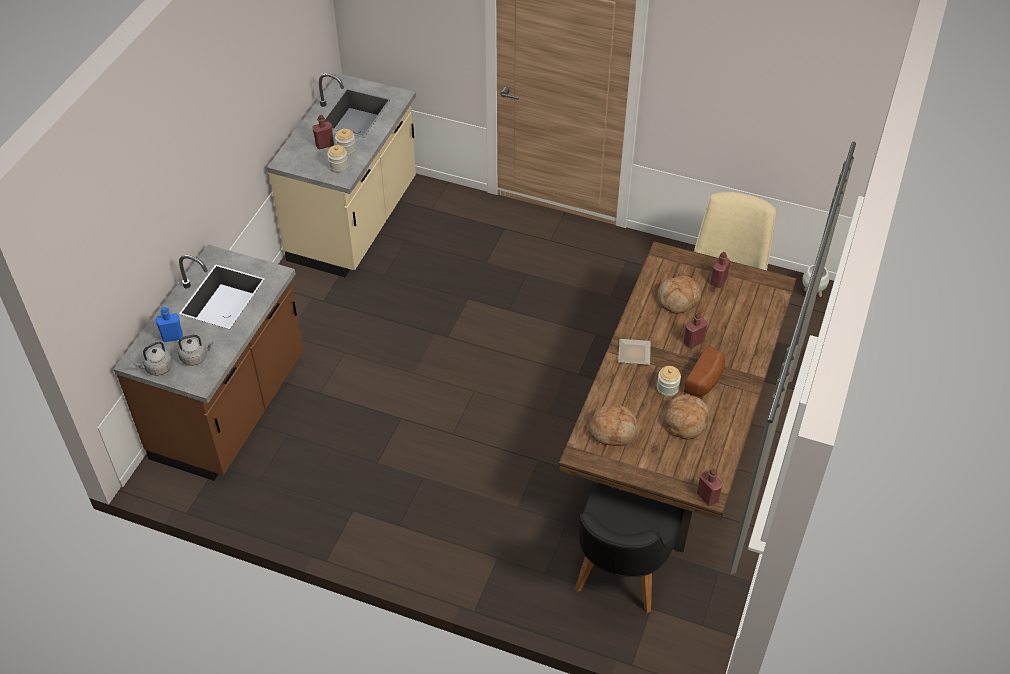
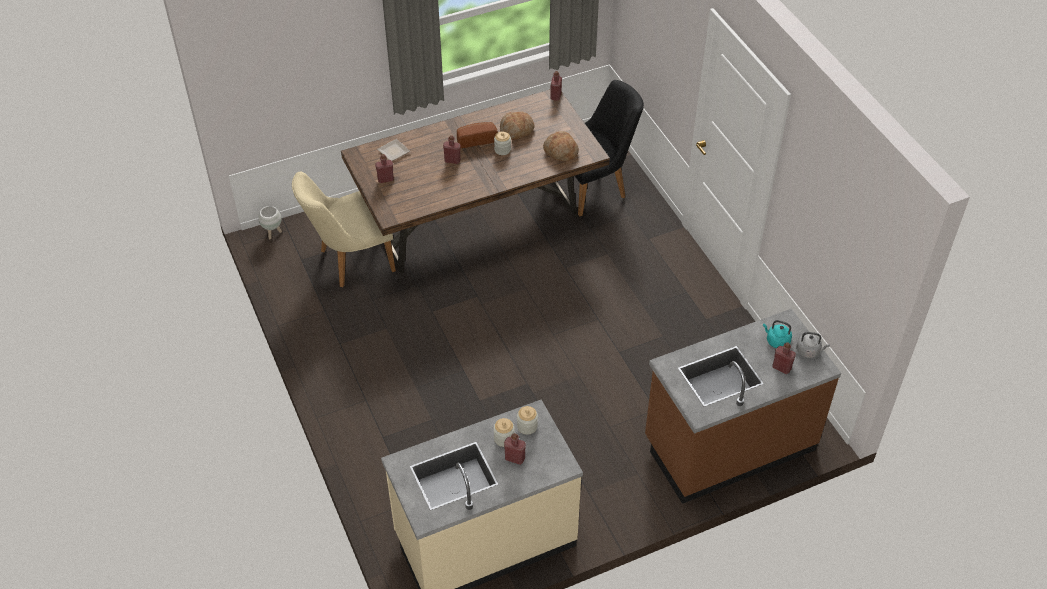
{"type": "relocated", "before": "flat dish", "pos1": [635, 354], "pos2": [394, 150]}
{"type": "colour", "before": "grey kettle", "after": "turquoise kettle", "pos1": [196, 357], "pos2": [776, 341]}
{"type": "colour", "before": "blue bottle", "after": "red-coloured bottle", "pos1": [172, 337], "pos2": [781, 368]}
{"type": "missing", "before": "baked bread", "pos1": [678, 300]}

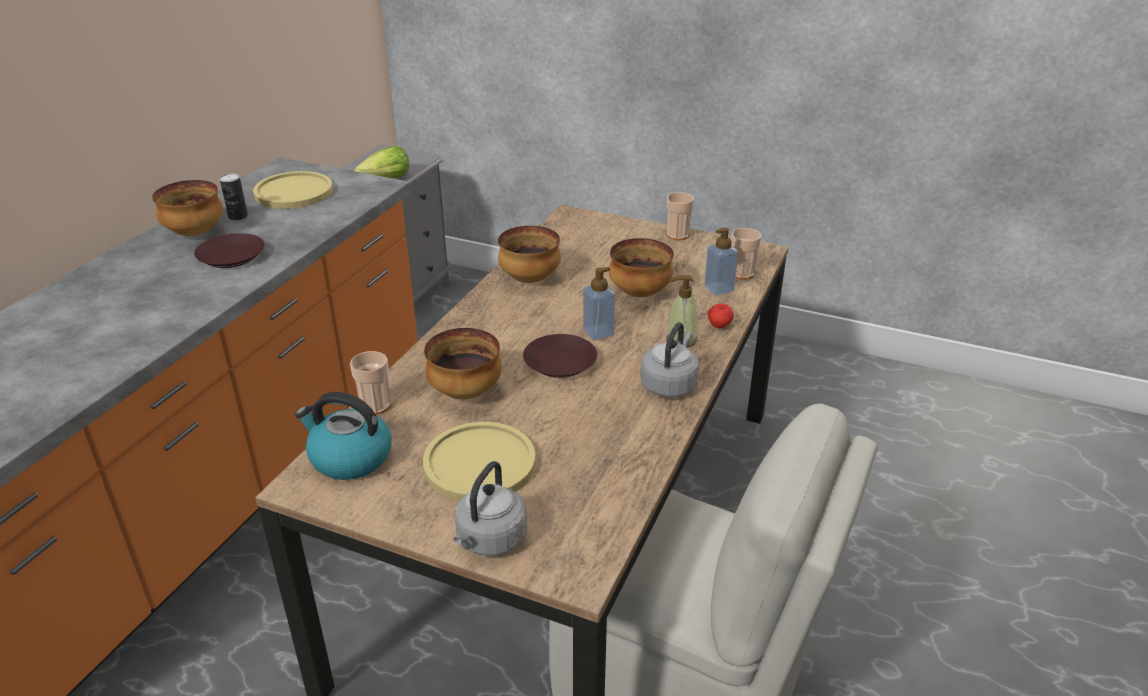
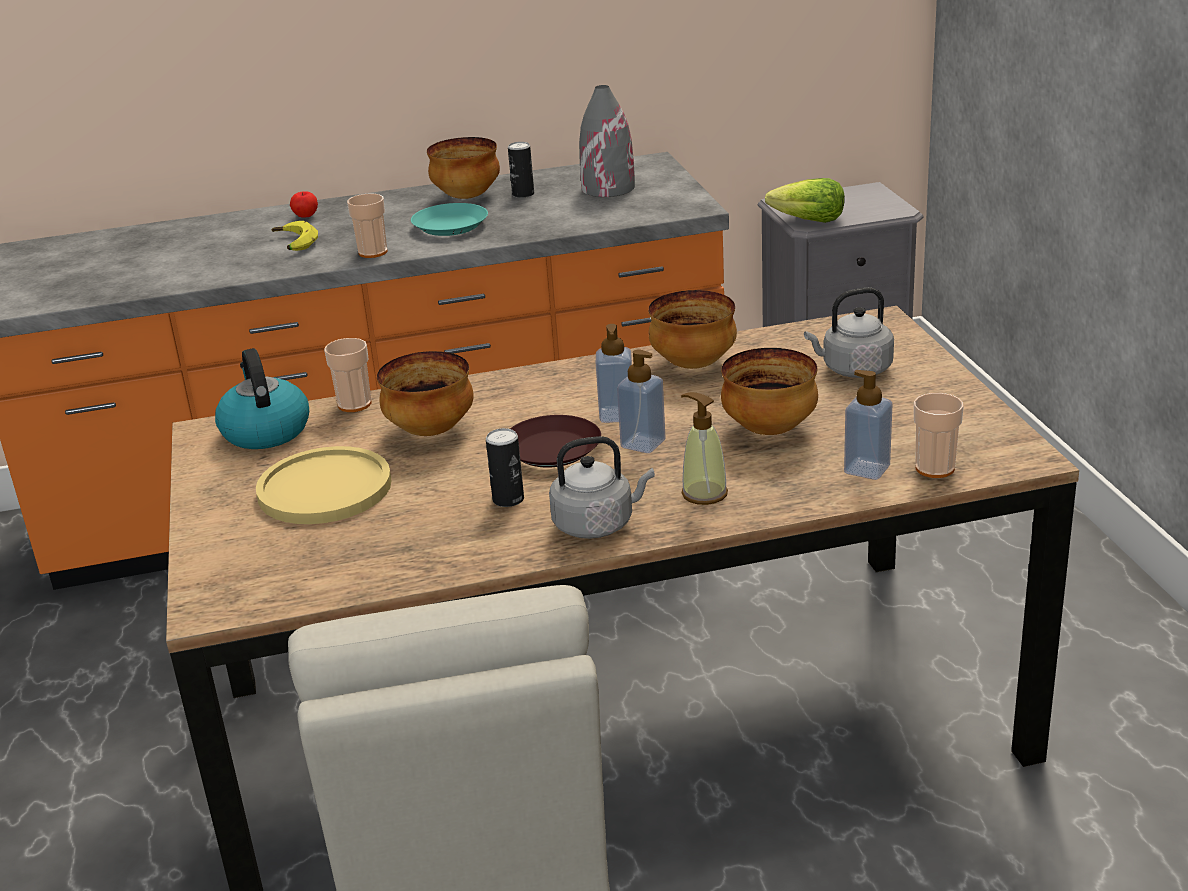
{"type": "appeared", "after": "banana fruit", "pos2": [292, 244]}
{"type": "relocated", "before": "apple", "pos1": [719, 326], "pos2": [305, 216]}
{"type": "relocated", "before": "drinking cup", "pos1": [677, 235], "pos2": [373, 252]}
{"type": "colour", "before": "brown-coloured flat dish", "after": "turquoise flat dish", "pos1": [231, 256], "pos2": [450, 225]}
{"type": "appeared", "after": "metal can", "pos2": [508, 499]}
{"type": "exchanged", "before": "yellow flat dish", "after": "grey flower vase", "pos1": [294, 192], "pos2": [608, 188]}
{"type": "appeared", "after": "liquid soap bottle", "pos2": [617, 415]}
{"type": "relocated", "before": "grey kettle", "pos1": [490, 540], "pos2": [853, 370]}

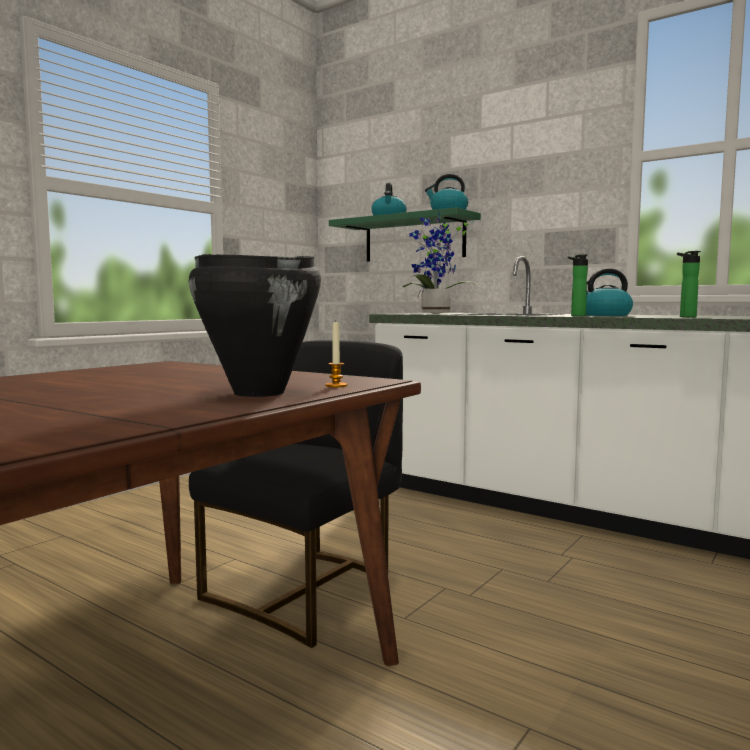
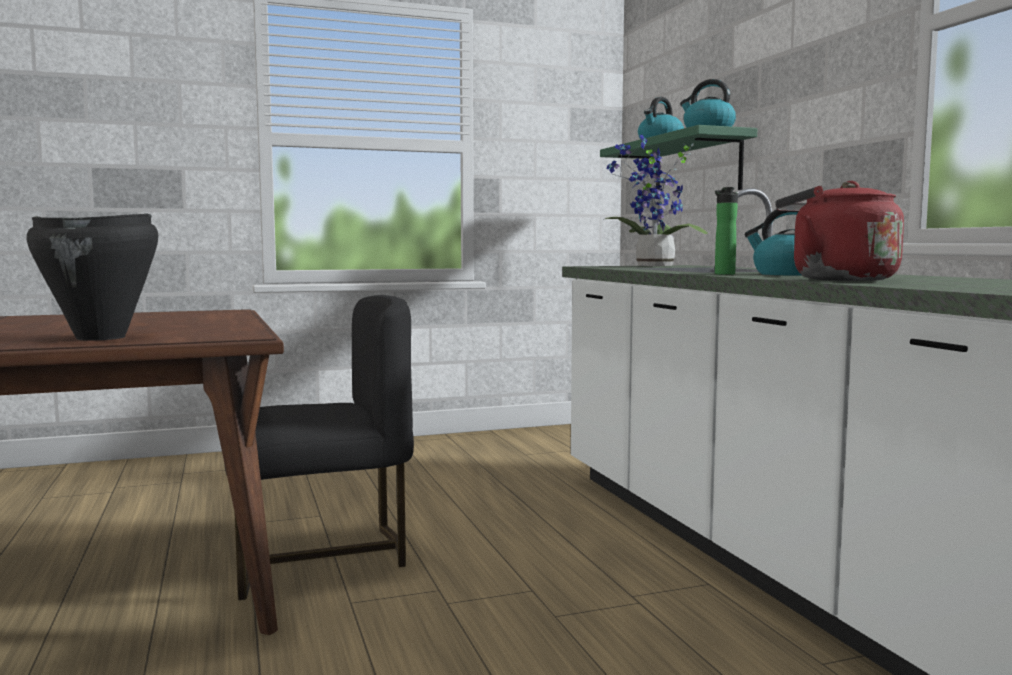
{"type": "exchanged", "before": "bottle", "after": "red-coloured kettle", "pos1": [685, 317], "pos2": [837, 279]}
{"type": "missing", "before": "candle", "pos1": [336, 385]}

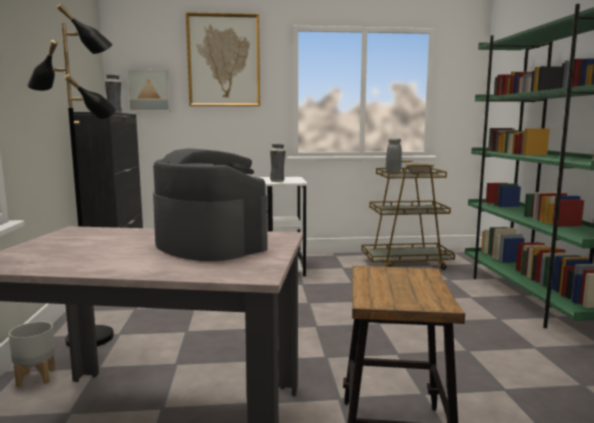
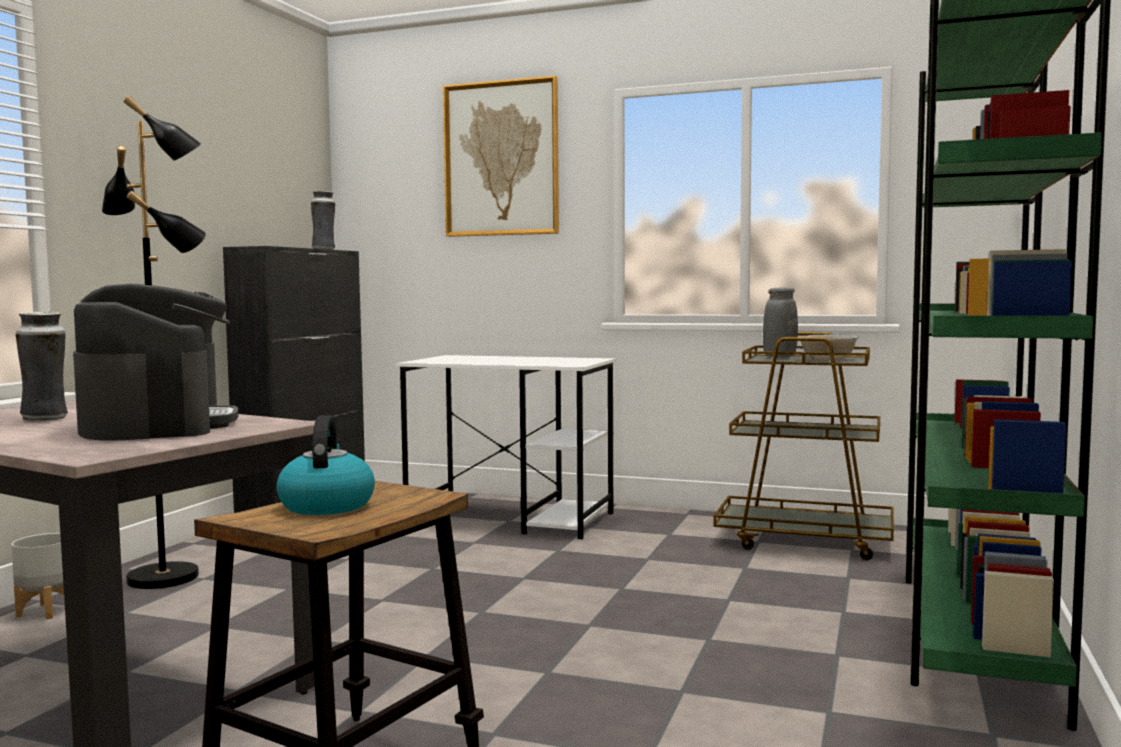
{"type": "relocated", "before": "flower vase", "pos1": [277, 181], "pos2": [45, 419]}
{"type": "appeared", "after": "kettle", "pos2": [326, 505]}
{"type": "missing", "before": "picture", "pos1": [149, 90]}

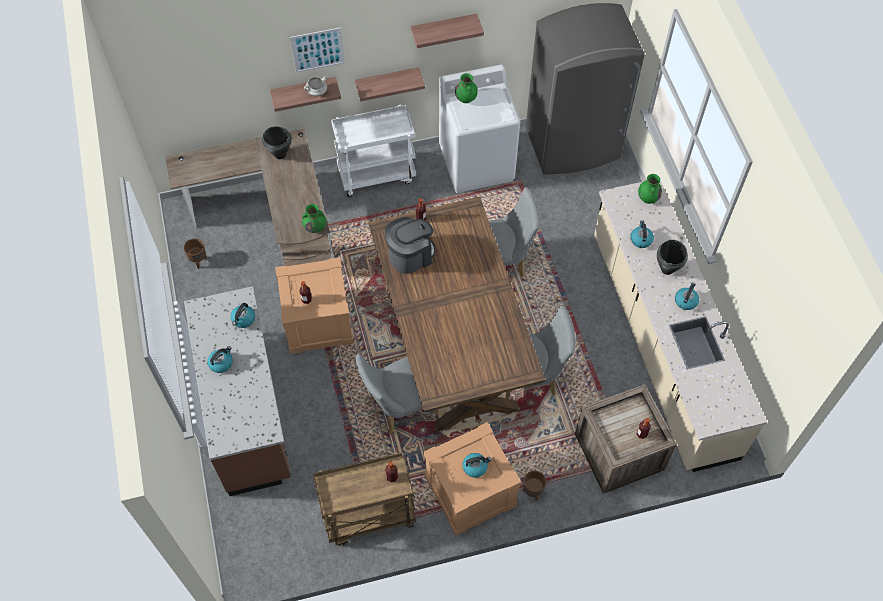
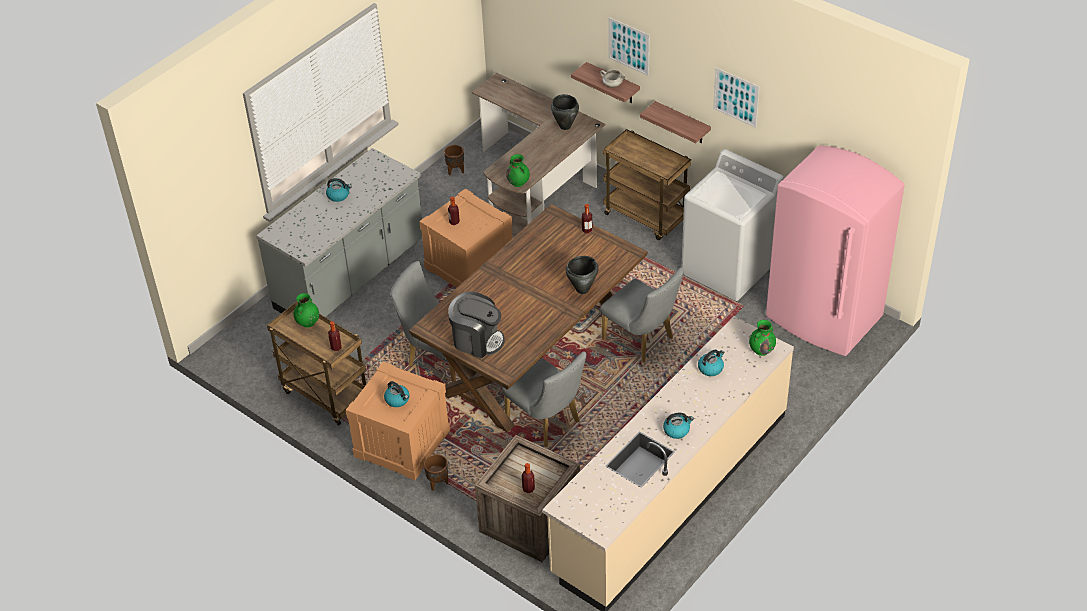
{"type": "colour", "before": "brown-coloured counter", "after": "grey counter", "pos1": [248, 413], "pos2": [351, 276]}
{"type": "relocated", "before": "green-coloured flower vase", "pos1": [466, 99], "pos2": [308, 323]}
{"type": "relocated", "before": "coffee brewer", "pos1": [410, 255], "pos2": [477, 340]}
{"type": "relocated", "before": "black-coloured cooking pot", "pos1": [667, 269], "pos2": [582, 289]}
{"type": "colour", "before": "white cart", "after": "brown-coloured cart", "pos1": [377, 174], "pos2": [646, 217]}
{"type": "exchanged", "before": "bracket shelf", "after": "picture", "pos1": [443, 29], "pos2": [736, 97]}
{"type": "colour", "before": "grey kitchen fridge", "after": "pink-coloured kitchen fridge", "pos1": [573, 144], "pos2": [823, 318]}
{"type": "missing", "before": "kettle", "pos1": [243, 319]}

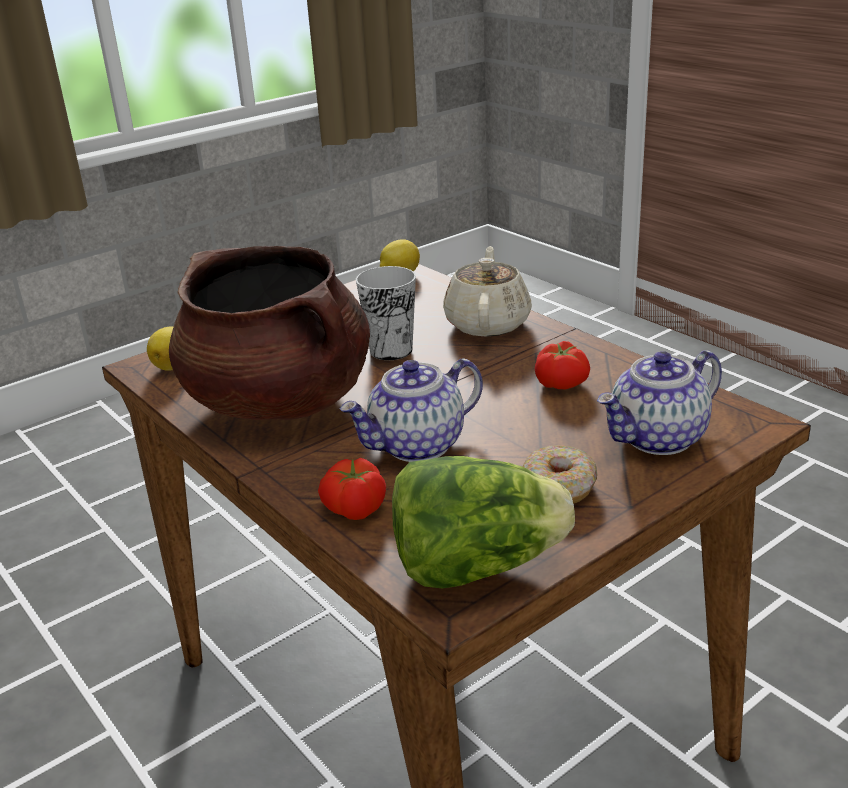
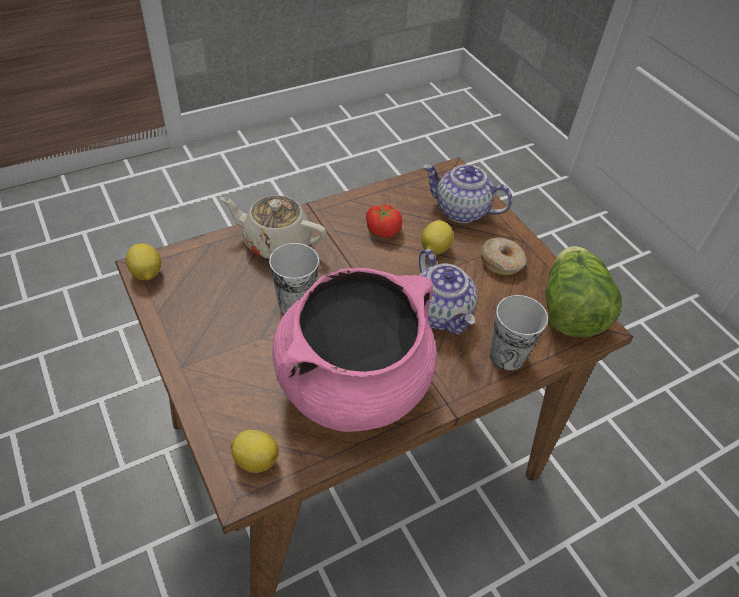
{"type": "colour", "before": "brown-coloured cooking pot", "after": "pink-coloured cooking pot", "pos1": [280, 401], "pos2": [353, 382]}
{"type": "appeared", "after": "citrus fruit", "pos2": [434, 249]}
{"type": "spun", "before": "tea pot", "pos1": [658, 438], "pos2": [460, 211], "turn": 135}
{"type": "exchanged", "before": "fresh tomato", "after": "drinking cup", "pos1": [354, 508], "pos2": [507, 356]}

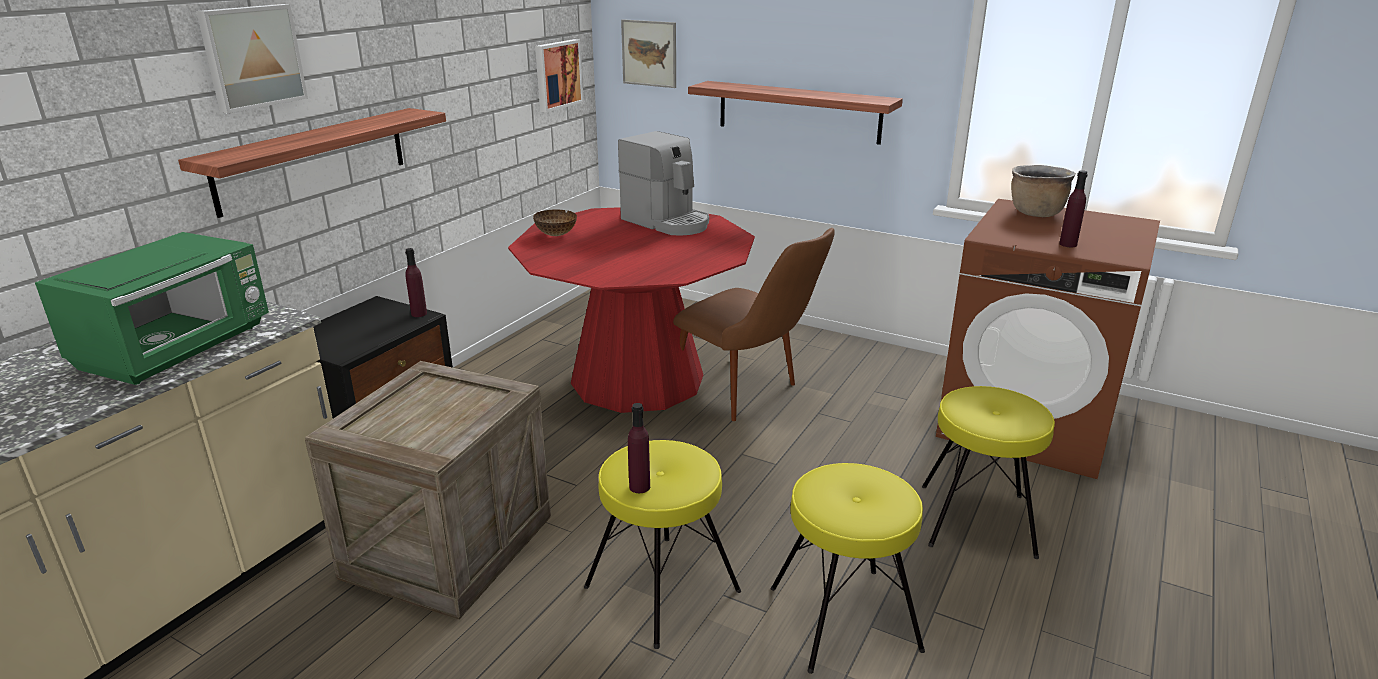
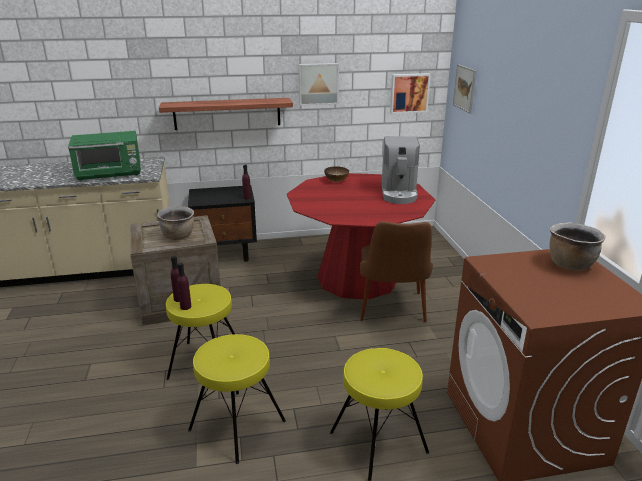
{"type": "appeared", "after": "brown-coloured cooking pot", "pos2": [178, 236]}
{"type": "relocated", "before": "purple bottle", "pos1": [1068, 244], "pos2": [185, 307]}
{"type": "relocated", "before": "picture", "pos1": [251, 57], "pos2": [318, 84]}
{"type": "missing", "before": "bracket shelf", "pos1": [798, 112]}

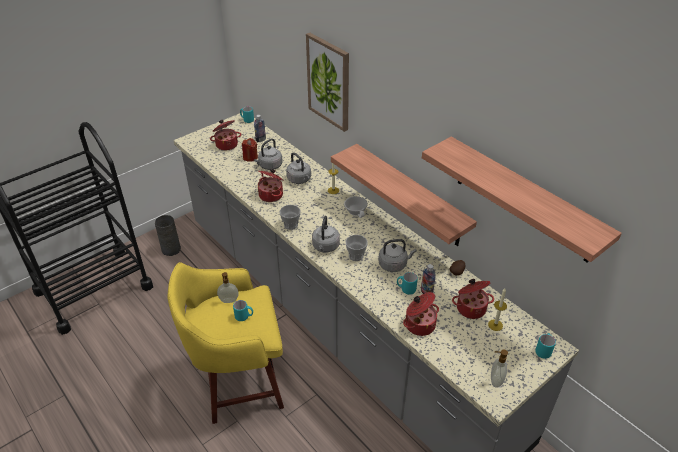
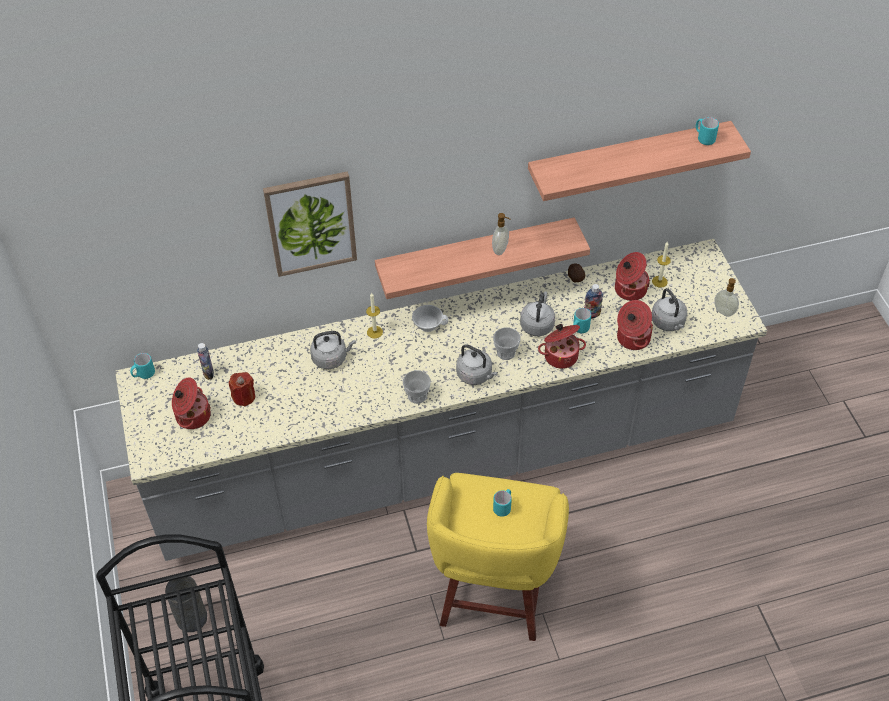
{"type": "relocated", "before": "liquid soap bottle", "pos1": [229, 301], "pos2": [501, 249]}
{"type": "relocated", "before": "cooking pot", "pos1": [271, 195], "pos2": [560, 355]}
{"type": "relocated", "before": "grey kettle", "pos1": [269, 166], "pos2": [668, 323]}
{"type": "relocated", "before": "turquoise tea mug", "pos1": [543, 350], "pos2": [703, 138]}

